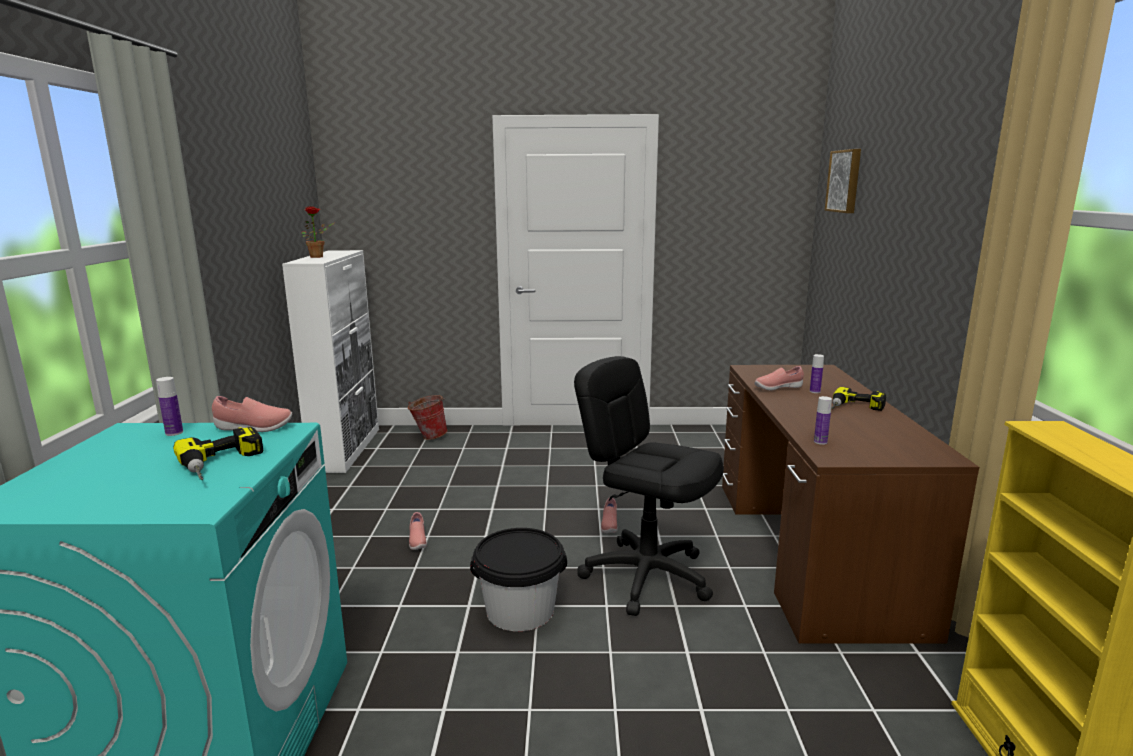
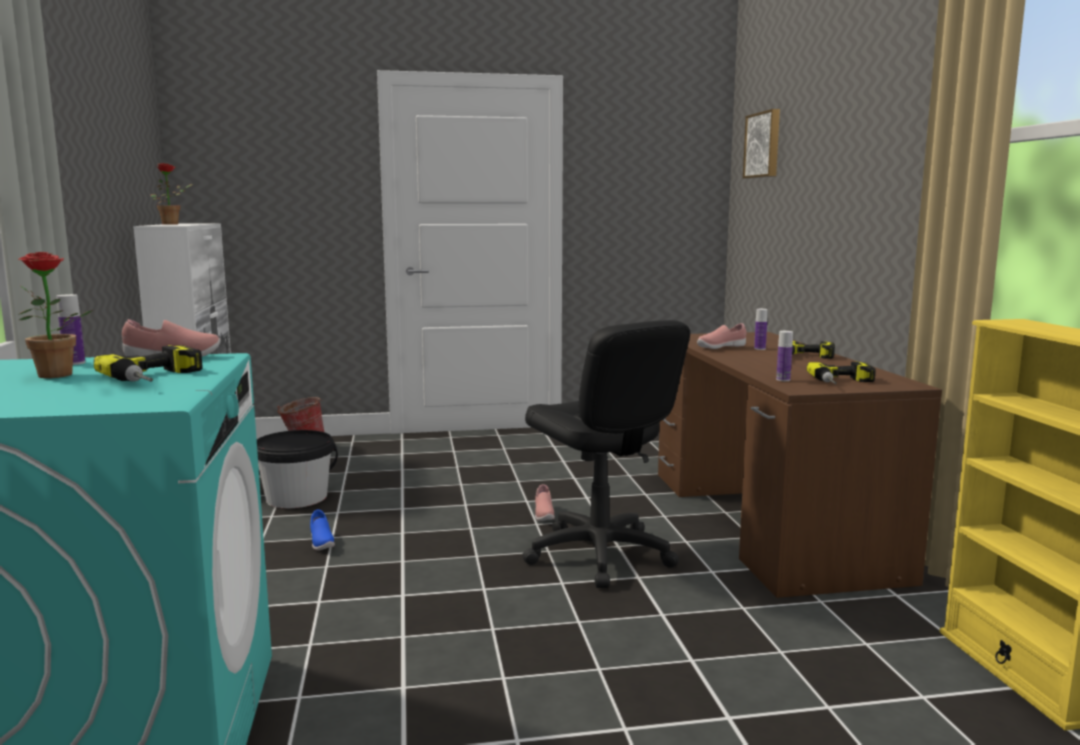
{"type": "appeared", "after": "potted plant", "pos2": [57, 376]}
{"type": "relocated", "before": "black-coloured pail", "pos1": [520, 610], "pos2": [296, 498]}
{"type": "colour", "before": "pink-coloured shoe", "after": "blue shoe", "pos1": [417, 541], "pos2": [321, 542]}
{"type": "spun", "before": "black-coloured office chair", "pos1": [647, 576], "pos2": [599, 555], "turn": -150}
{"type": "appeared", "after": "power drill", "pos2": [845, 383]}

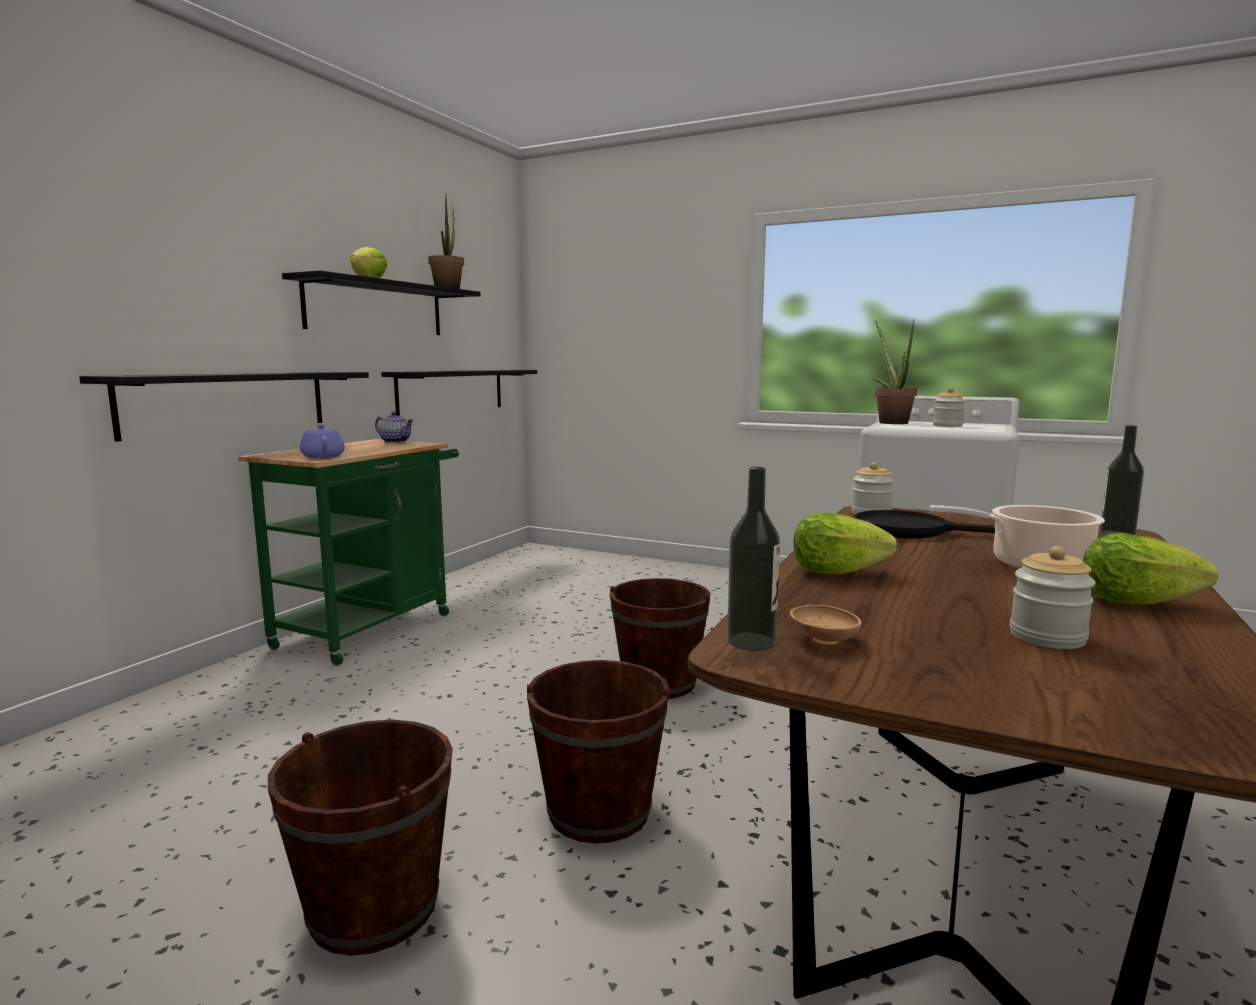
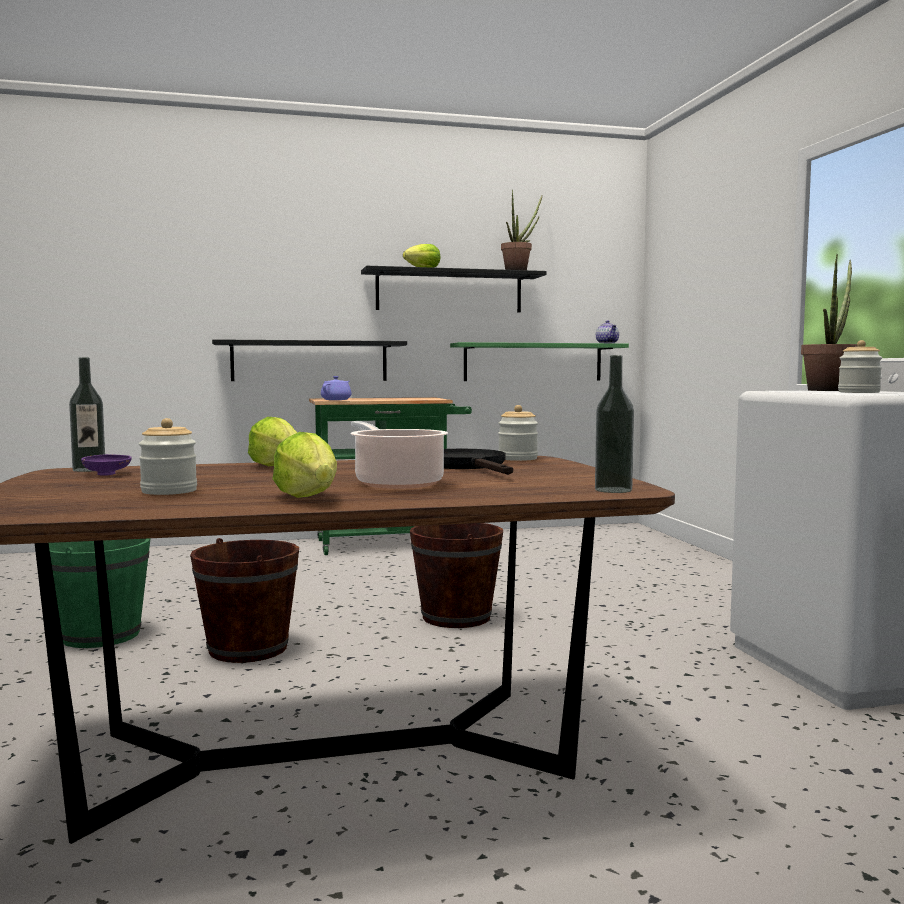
{"type": "colour", "before": "brown-coloured pail", "after": "green-coloured pail", "pos1": [374, 907], "pos2": [101, 635]}
{"type": "colour", "before": "brown-coloured serving bowl", "after": "purple serving bowl", "pos1": [823, 640], "pos2": [107, 474]}
{"type": "colour", "before": "black-coloured bracket shelf", "after": "green-coloured bracket shelf", "pos1": [451, 391], "pos2": [533, 362]}
{"type": "relocated", "before": "tea pot", "pos1": [396, 441], "pos2": [607, 343]}

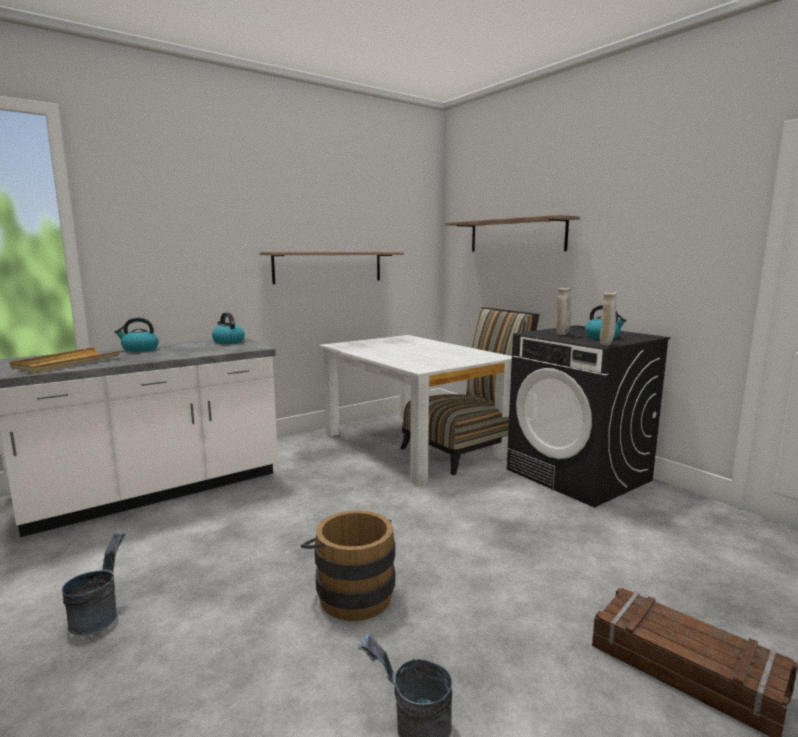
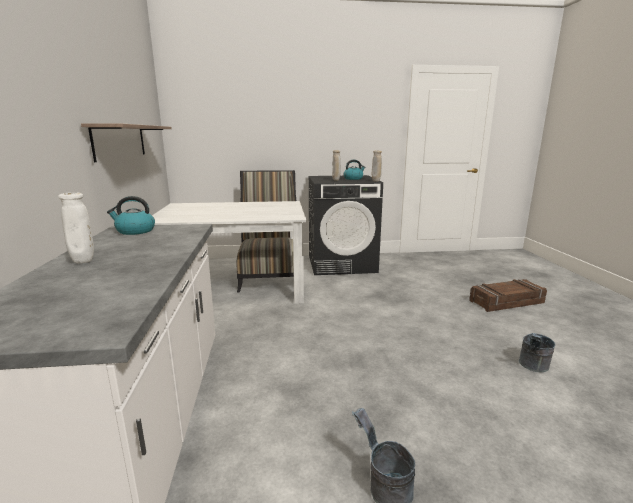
{"type": "exchanged", "before": "kettle", "after": "white flower vase", "pos1": [139, 349], "pos2": [83, 262]}
{"type": "missing", "before": "beige carrying tray", "pos1": [67, 363]}
{"type": "missing", "before": "brown-coloured pail", "pos1": [351, 592]}
{"type": "missing", "before": "bracket shelf", "pos1": [516, 236]}

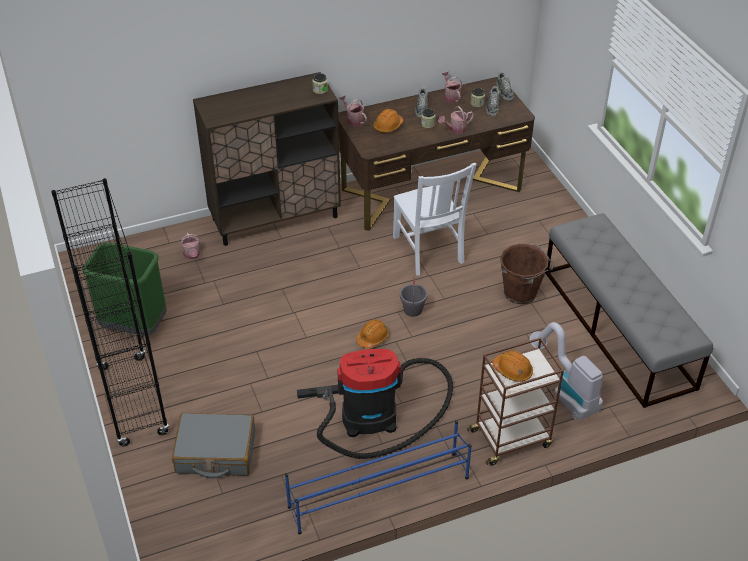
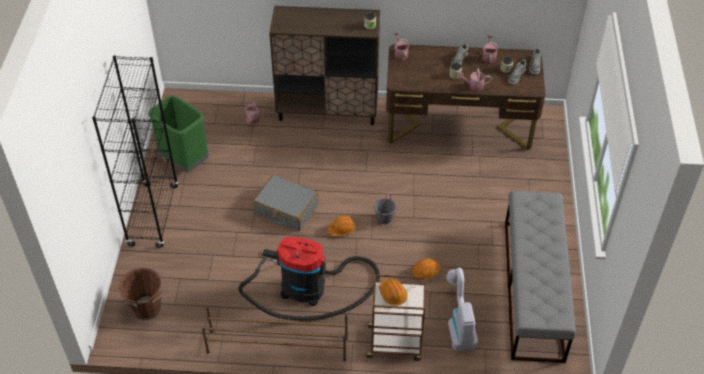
{"type": "relocated", "before": "brown-coloured pail", "pos1": [521, 293], "pos2": [147, 308]}
{"type": "colour", "before": "blue shoe rack", "after": "brown-coloured shoe rack", "pos1": [378, 492], "pos2": [276, 345]}
{"type": "relocated", "before": "grey suitcase", "pos1": [215, 453], "pos2": [286, 208]}
{"type": "relocated", "before": "orange-coloured hard hat", "pos1": [388, 126], "pos2": [425, 272]}
{"type": "missing", "before": "white chair", "pos1": [429, 251]}

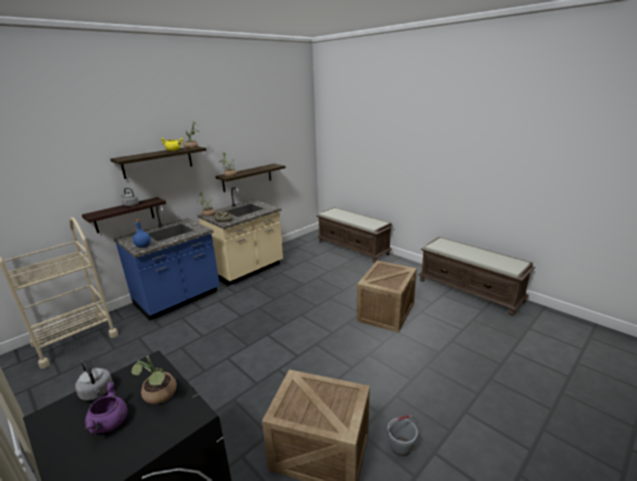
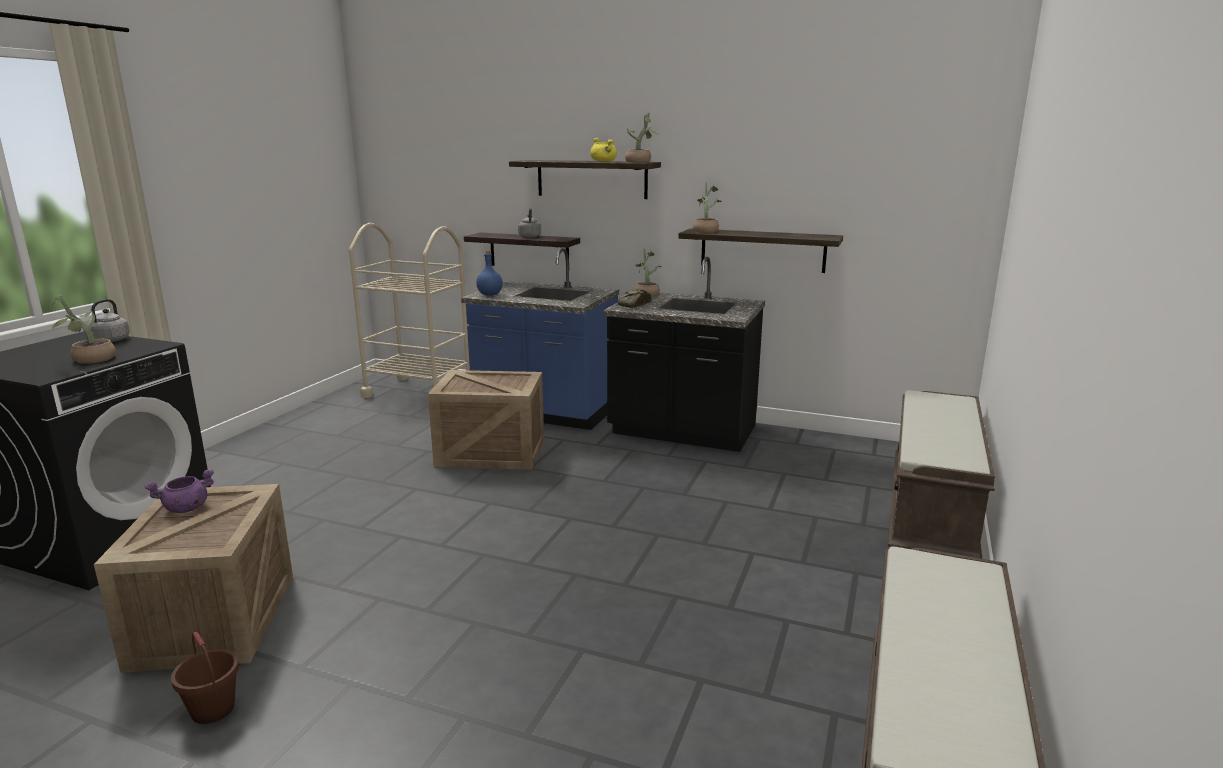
{"type": "relocated", "before": "purple cooking pot", "pos1": [110, 424], "pos2": [185, 509]}
{"type": "colour", "before": "grey pail", "after": "brown-coloured pail", "pos1": [401, 447], "pos2": [212, 709]}
{"type": "relocated", "before": "crate", "pos1": [385, 311], "pos2": [493, 452]}
{"type": "colour", "before": "beige counter", "after": "black-coloured counter", "pos1": [247, 270], "pos2": [682, 432]}

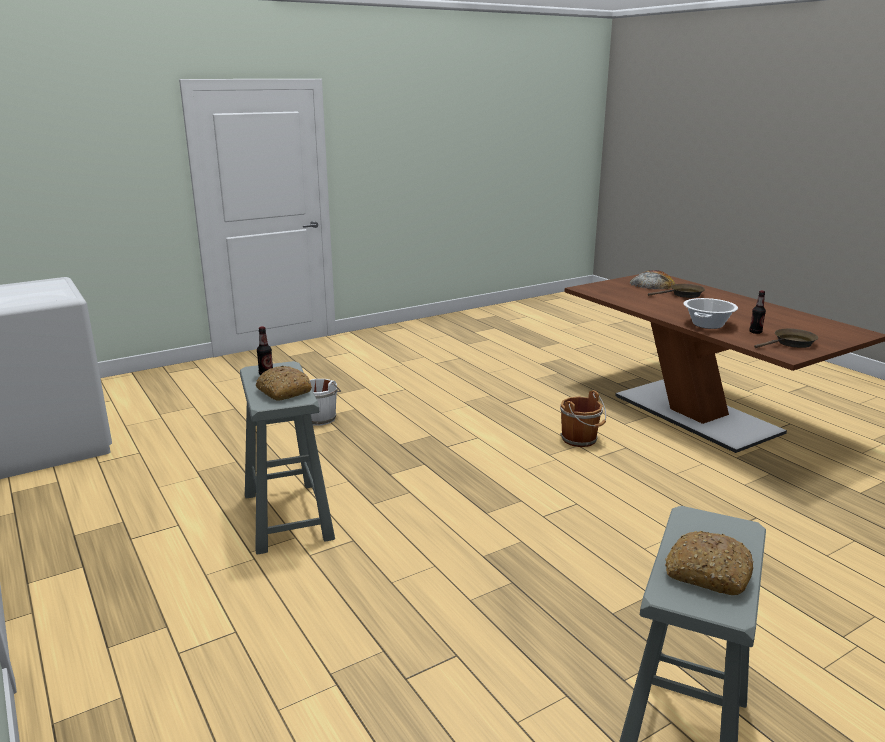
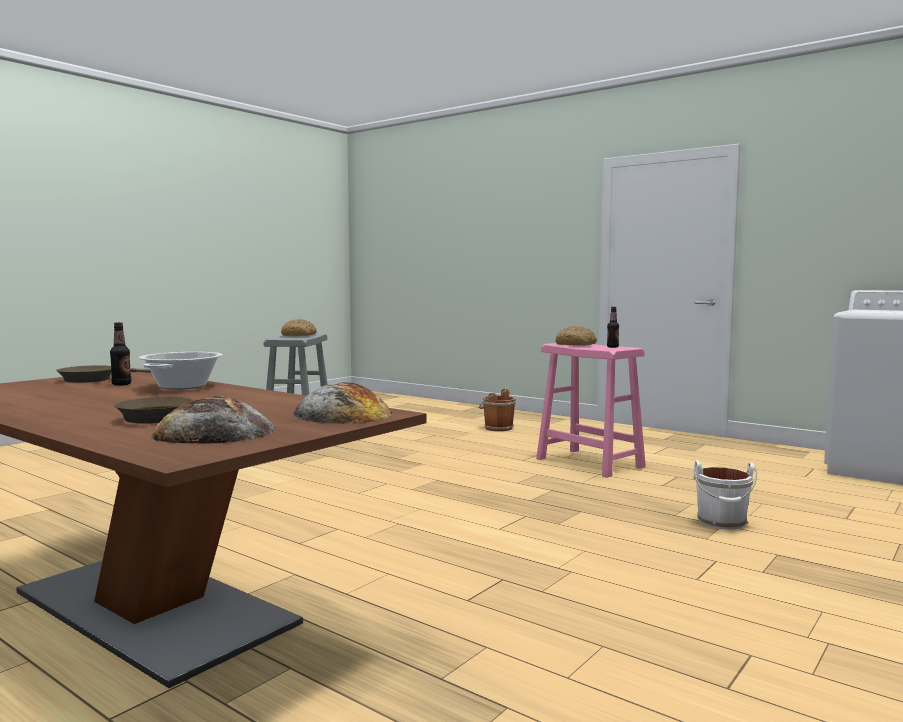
{"type": "appeared", "after": "baked bread", "pos2": [342, 414]}
{"type": "relocated", "before": "brown-coloured pail", "pos1": [580, 440], "pos2": [497, 428]}
{"type": "colour", "before": "grey sitting stool", "after": "pink-coloured sitting stool", "pos1": [287, 516], "pos2": [590, 463]}

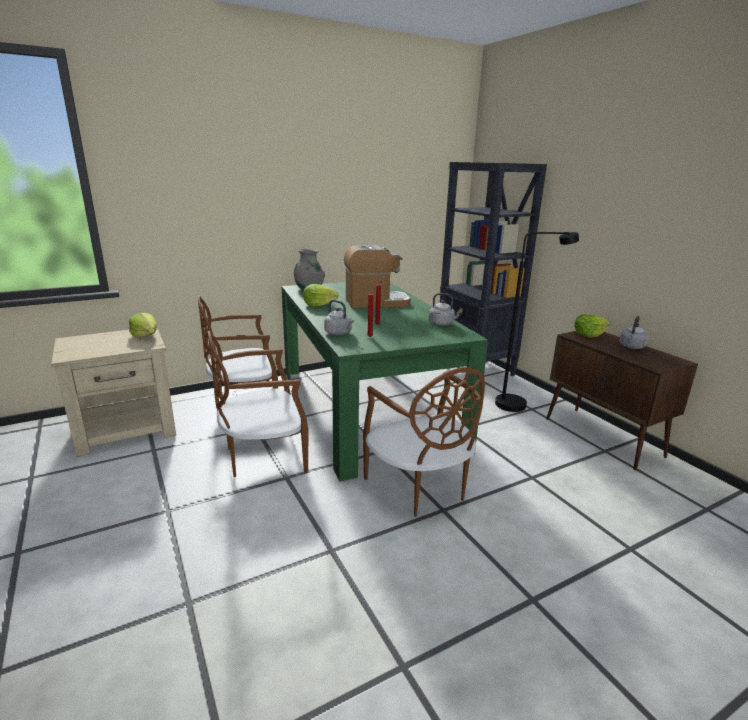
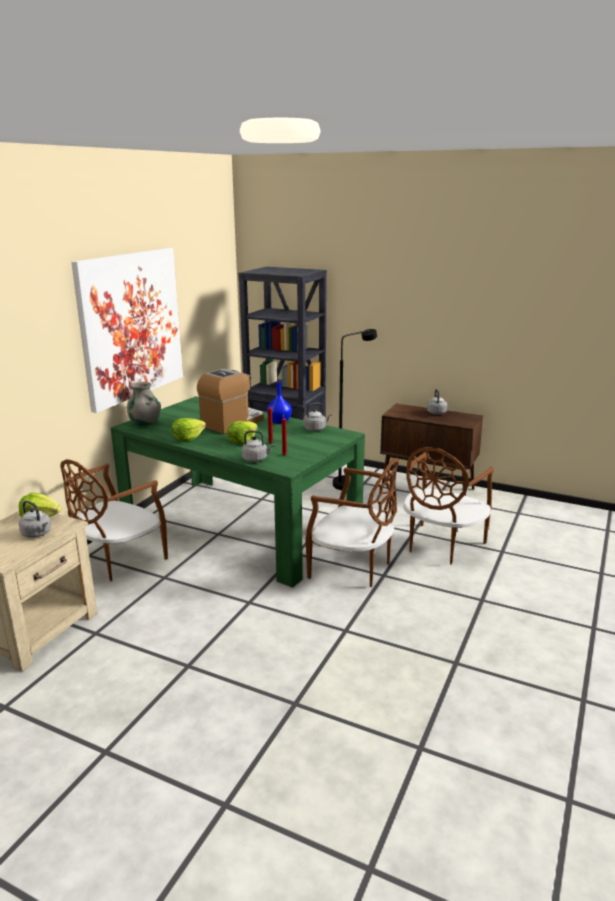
{"type": "appeared", "after": "grey kettle", "pos2": [37, 534]}
{"type": "appeared", "after": "picture", "pos2": [131, 326]}
{"type": "relocated", "before": "head of lettuce", "pos1": [589, 334], "pos2": [242, 441]}
{"type": "appeared", "after": "blue flower vase", "pos2": [280, 421]}
{"type": "relocated", "before": "brown-coloured chair", "pos1": [263, 456], "pos2": [440, 545]}

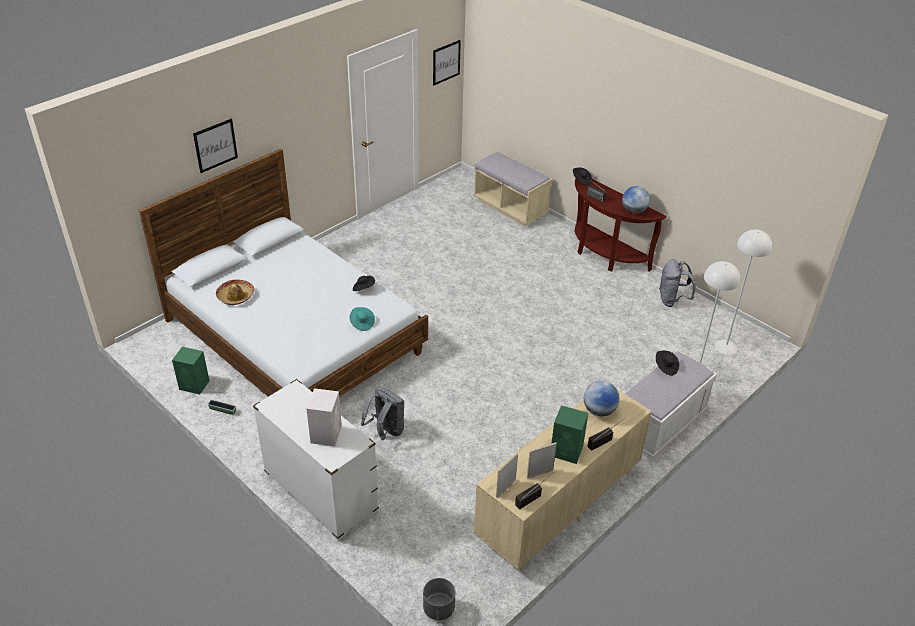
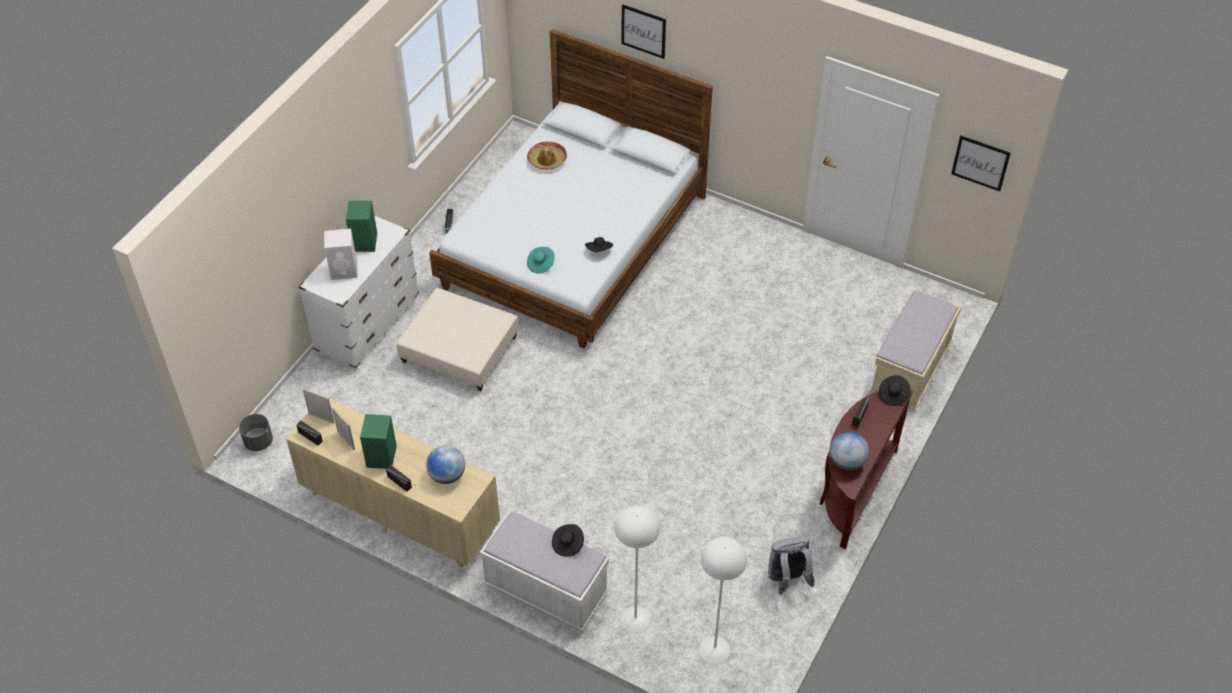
{"type": "relocated", "before": "green-coloured loudspeaker", "pos1": [195, 385], "pos2": [364, 242]}
{"type": "exchanged", "before": "grey knapsack", "after": "beige footrest", "pos1": [385, 431], "pos2": [459, 350]}

